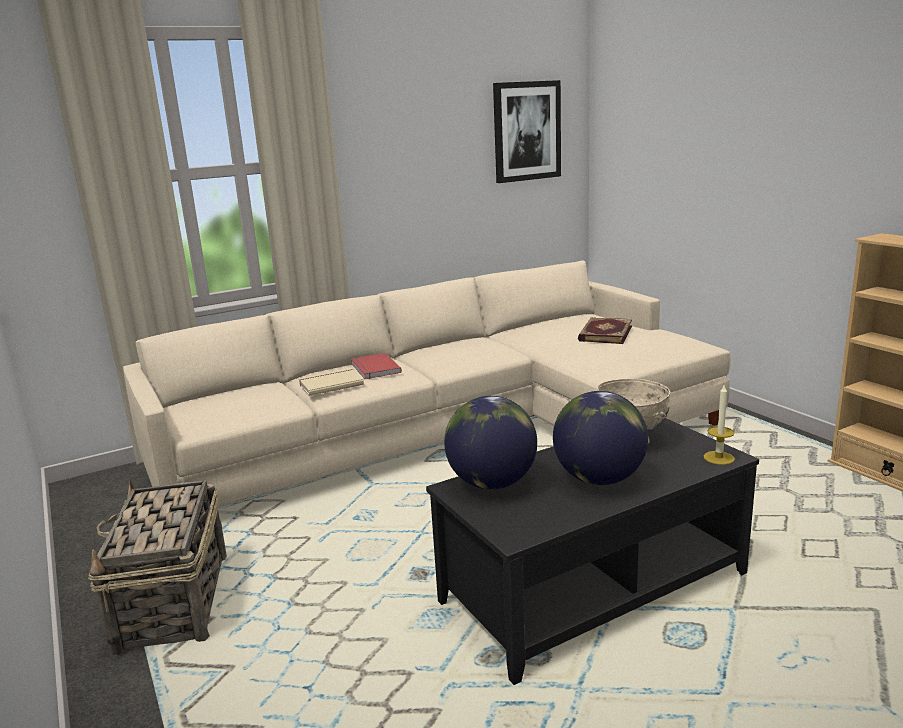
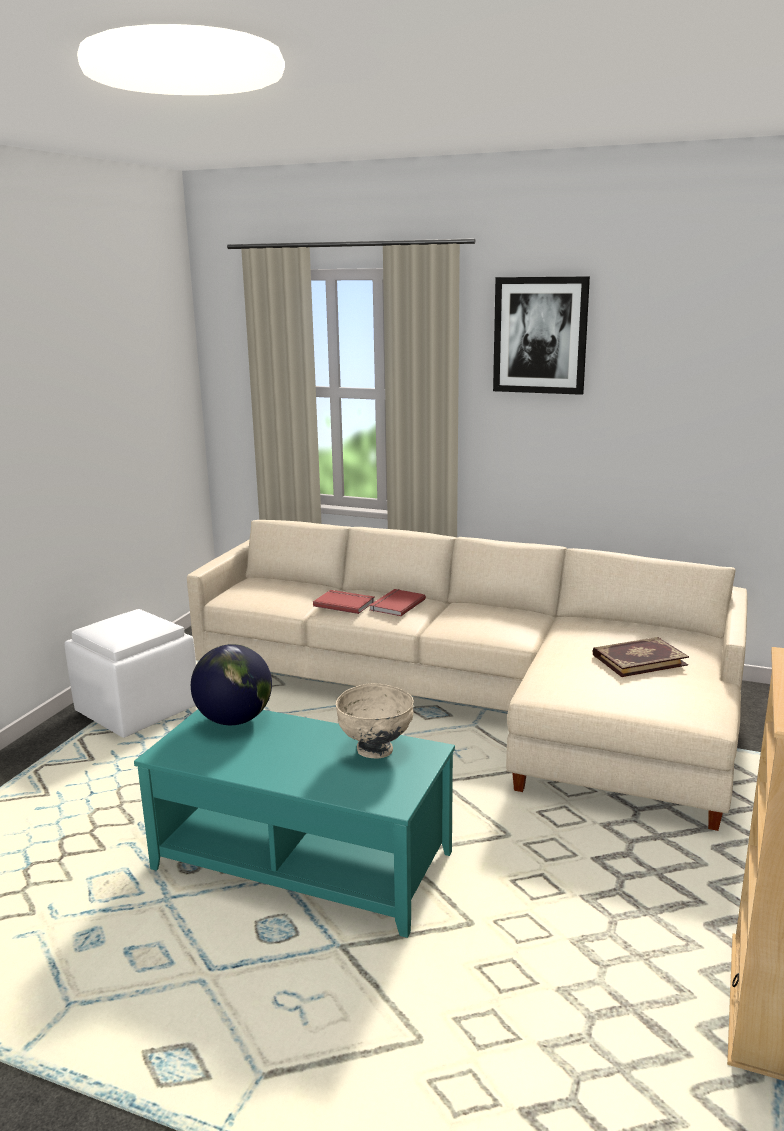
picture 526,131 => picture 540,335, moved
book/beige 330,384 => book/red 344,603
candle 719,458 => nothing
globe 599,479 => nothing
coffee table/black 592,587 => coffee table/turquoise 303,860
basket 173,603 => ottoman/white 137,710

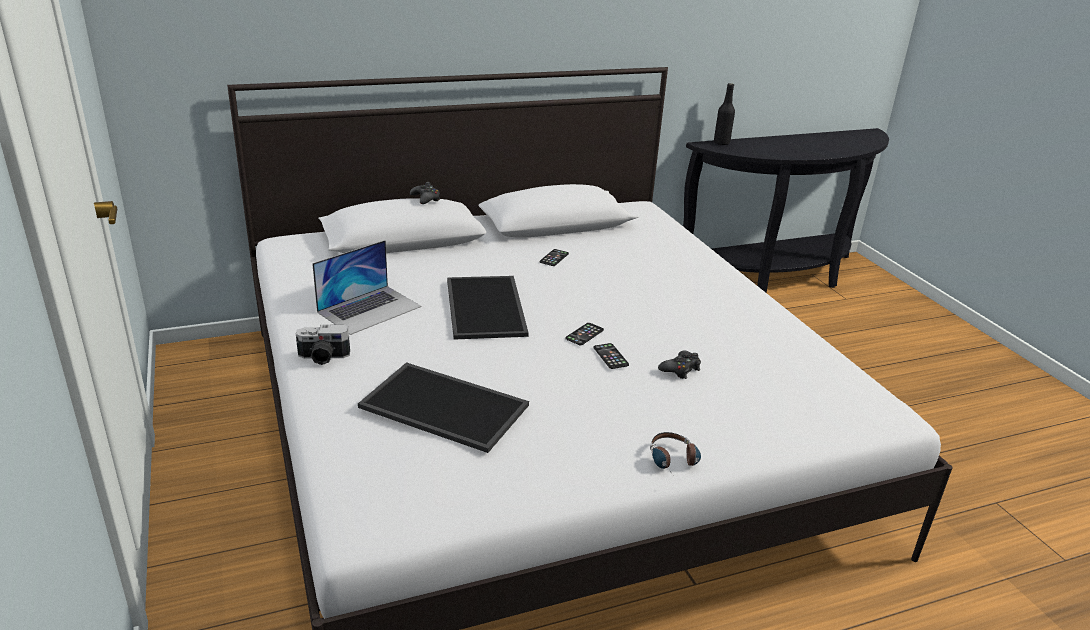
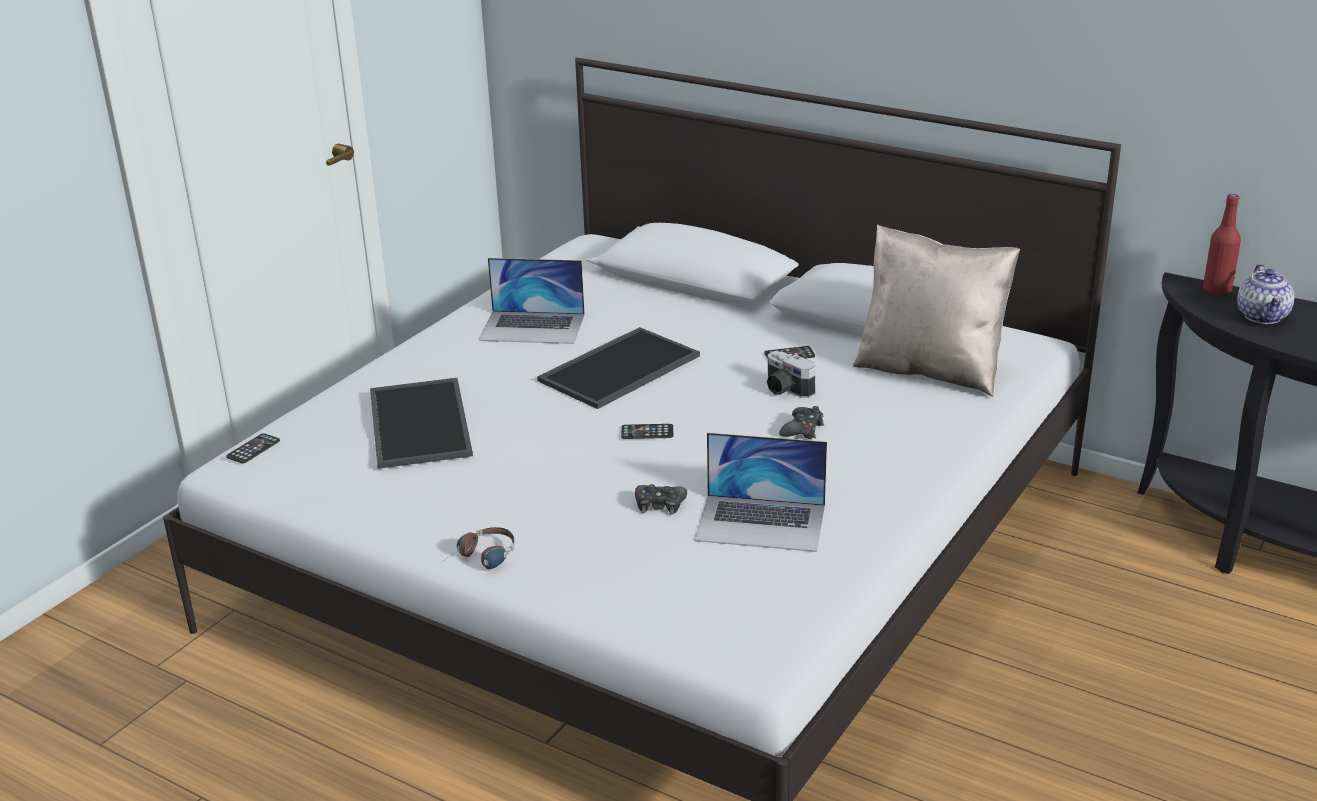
bottle/black 721,143 => bottle/red 1217,290
game controller/black 425,199 => game controller/black 802,429, moved
photo camera 323,357 => photo camera 785,390, moved
phone 610,356 => phone 253,449, moved
nothing => pillow/beige 930,370
nothing => teapot 1263,316
nothing => laptop 761,523

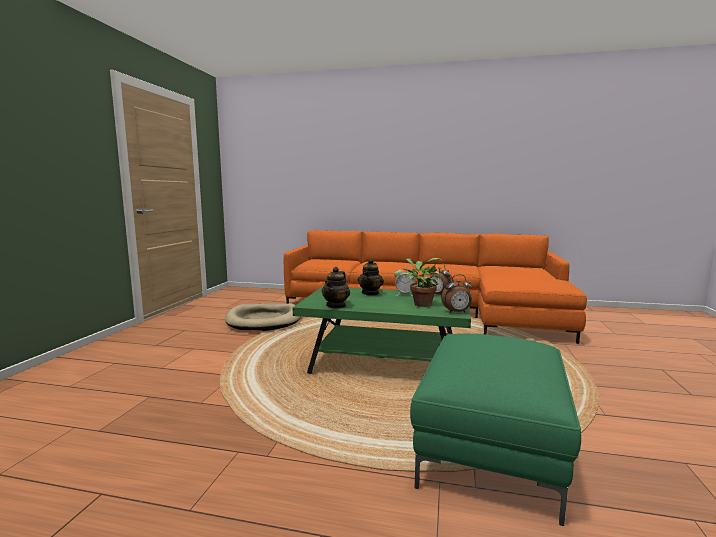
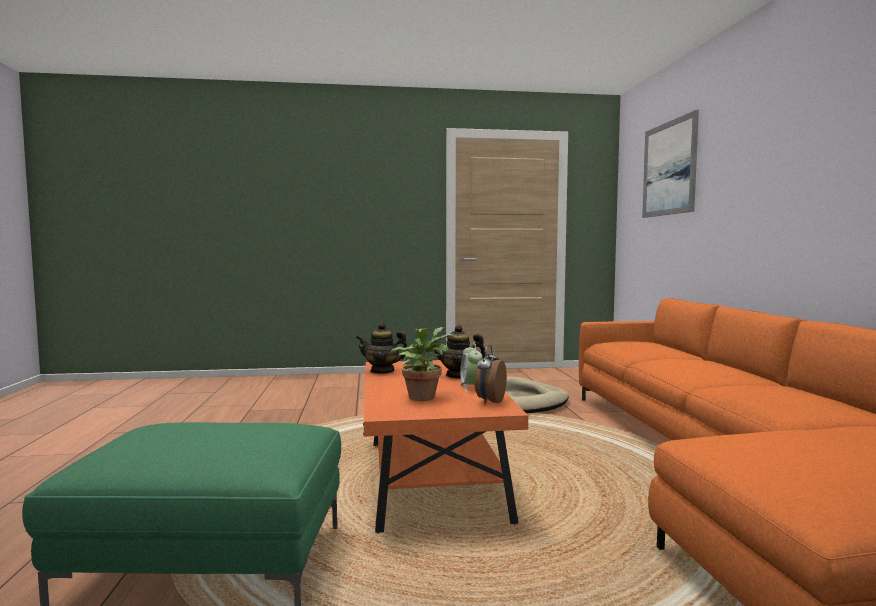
alarm clock 457,312 => nothing
coffee table/green 385,365 => coffee table/orange 432,479
nothing => picture 669,168

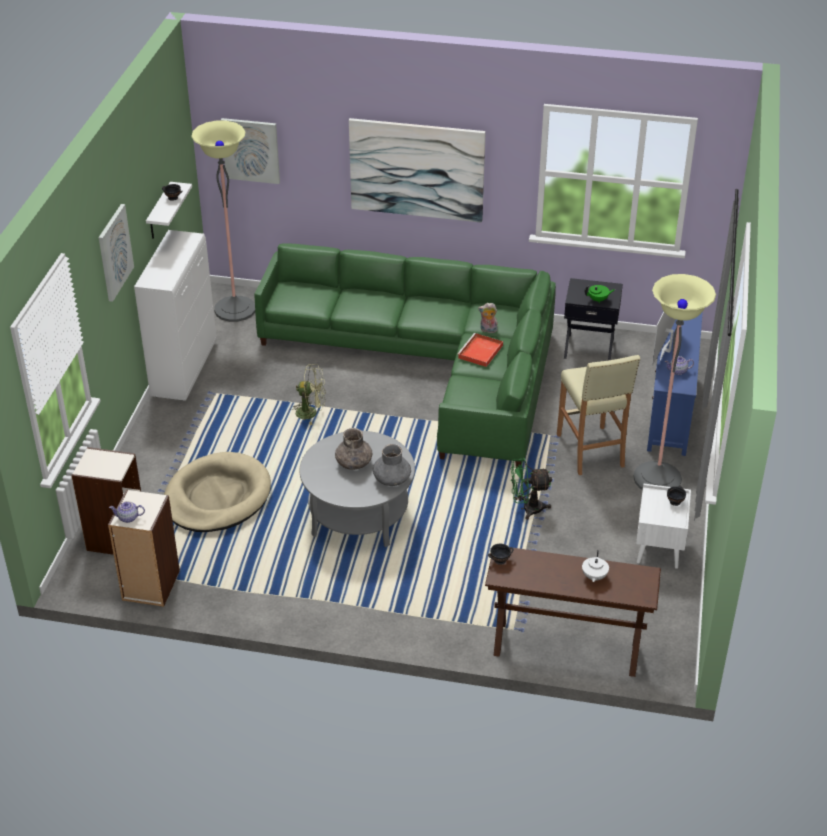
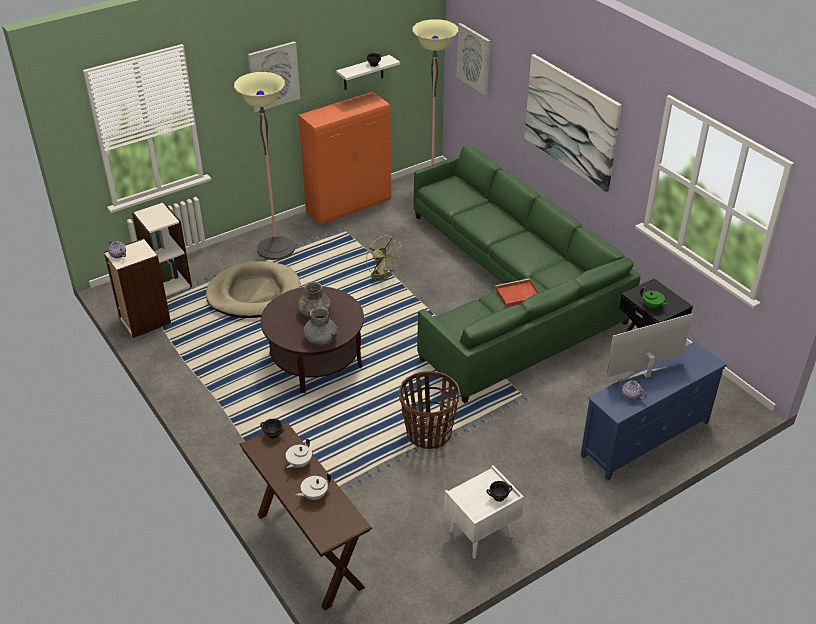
cabinet/white 184,369 => cabinet/orange 349,206
floor lamp 657,479 => floor lamp 276,249, moved
plush toy 488,330 => nothing
stool/beige 590,451 => nothing
coffee table/grey 359,514 => coffee table/brown 315,360
fan/green 527,508 => basket 428,434
nothing => teapot/white 299,463

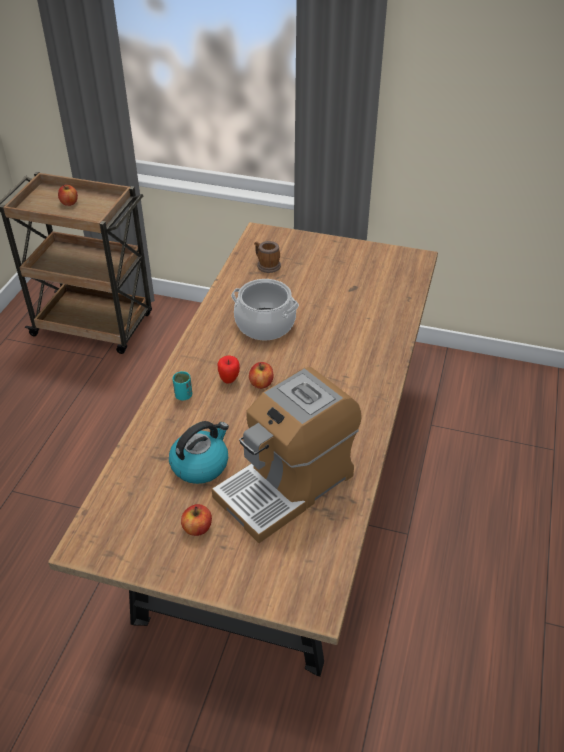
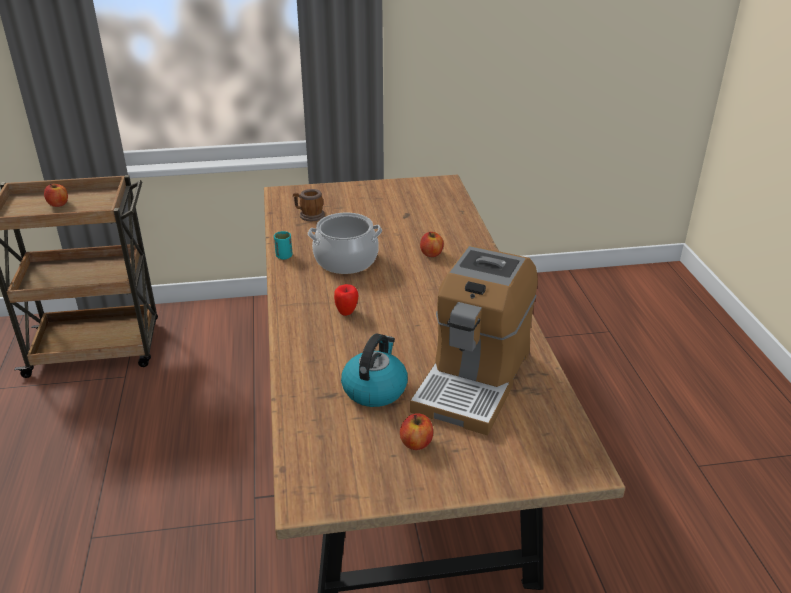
apple 261,383 => apple 431,254, moved
cup/turquoise 183,395 => cup/turquoise 284,256, moved

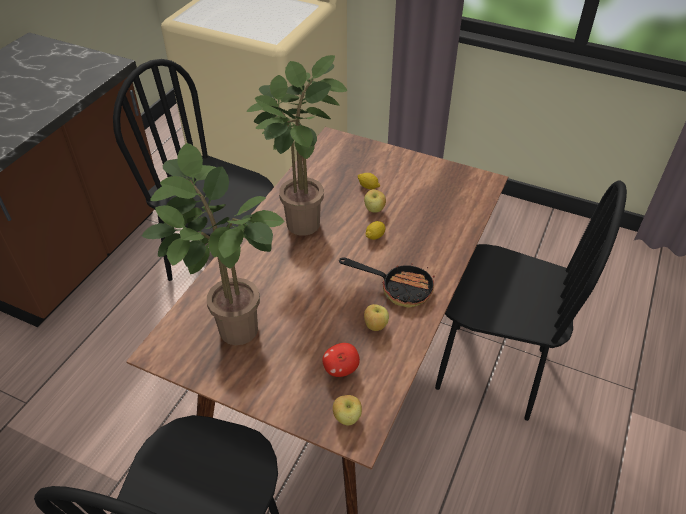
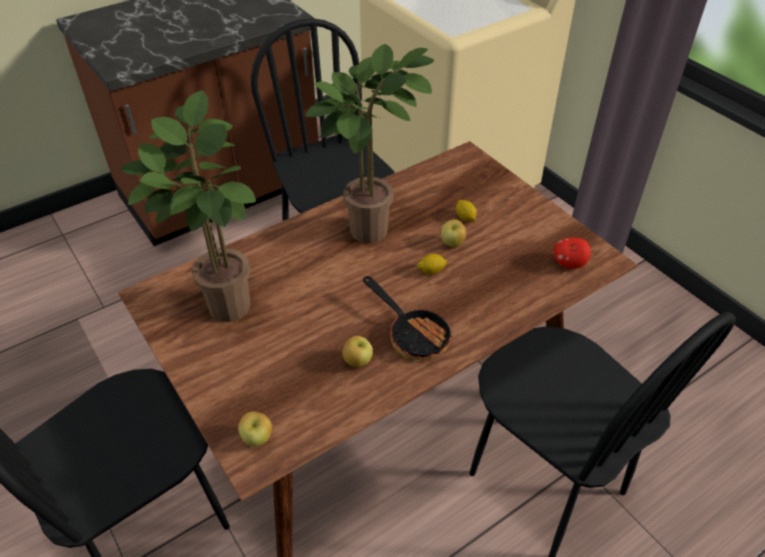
apple 341,369 => apple 569,264, moved

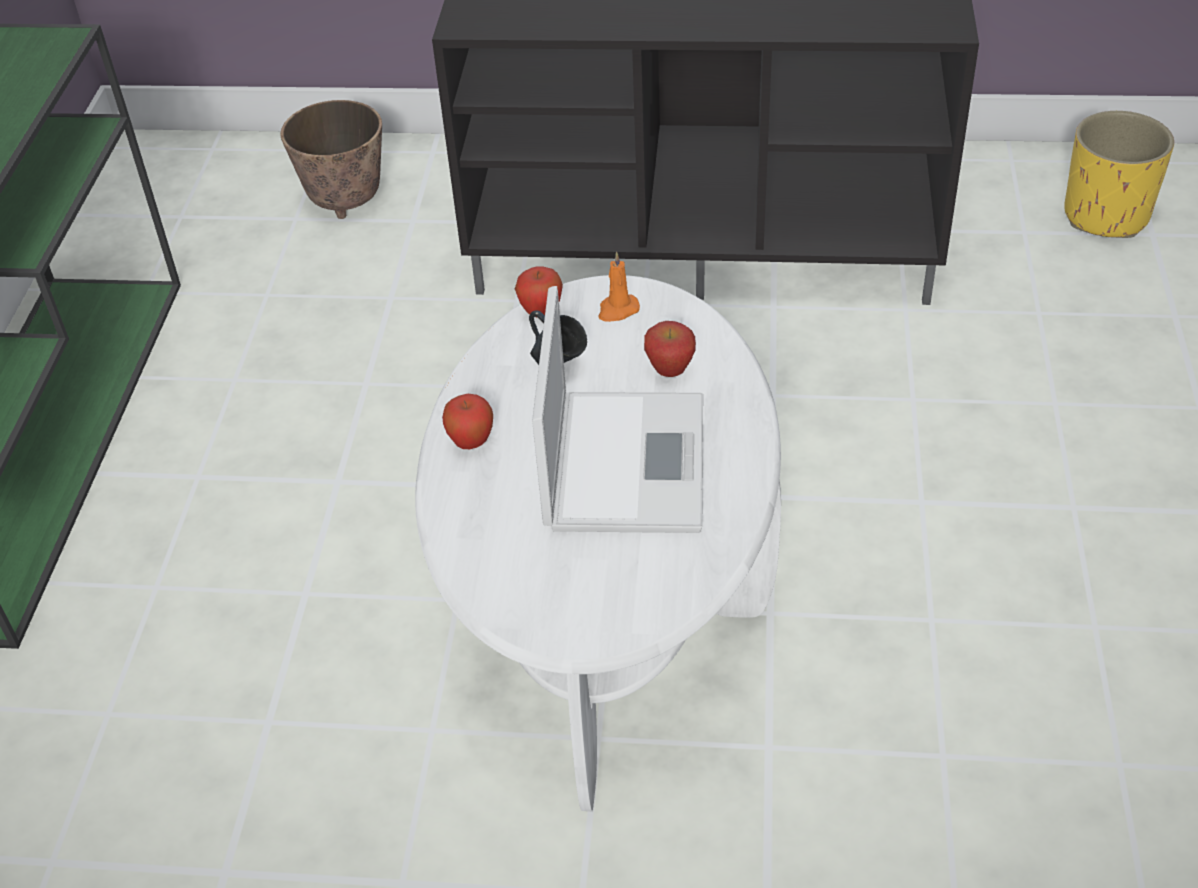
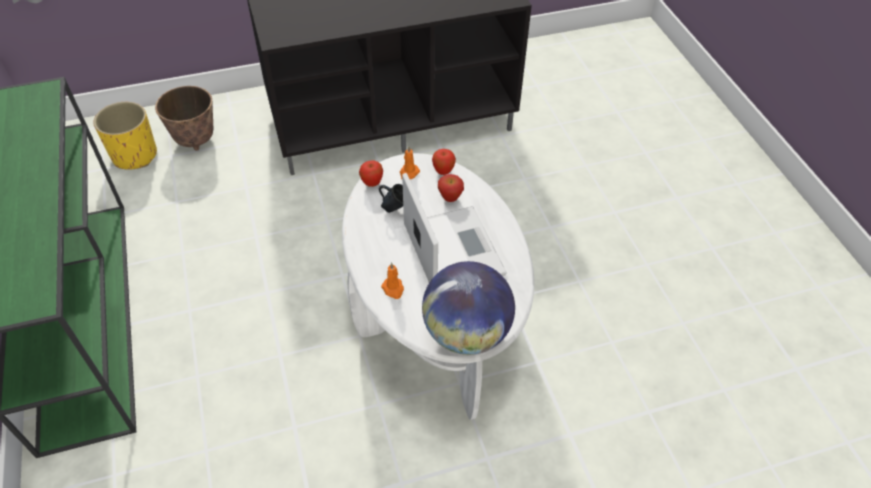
planter/yellow 1105,215 => planter/yellow 134,155, moved
apple 471,442 => apple 443,171, moved
nothing => globe 466,333
nothing => candle/orange 393,289

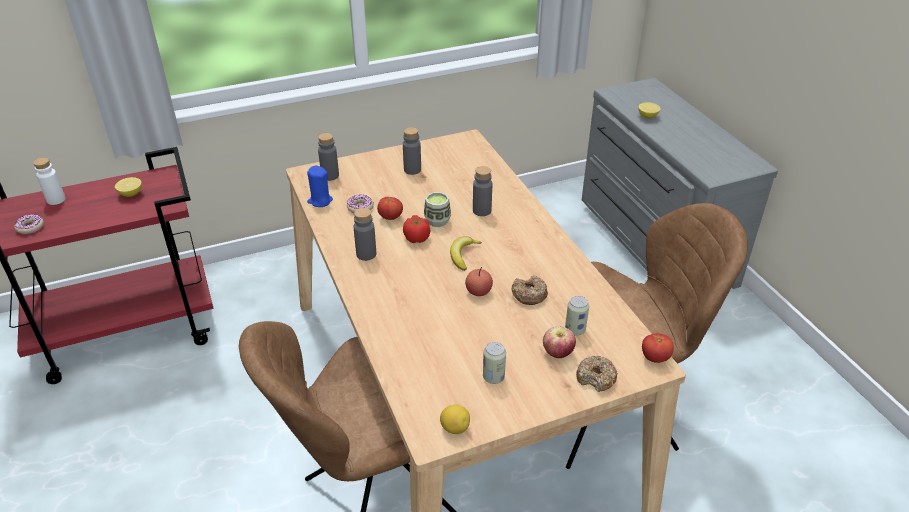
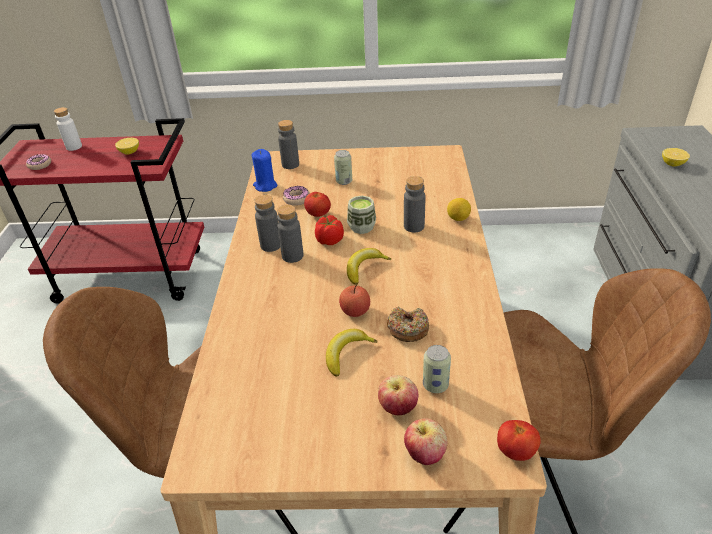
bottle/grey 412,170 => bottle/grey 292,256, moved
can 493,377 => can 344,181, moved
donut 596,378 => apple 425,454
lemon 455,428 => lemon 458,218, moved
nothing => banana 346,354

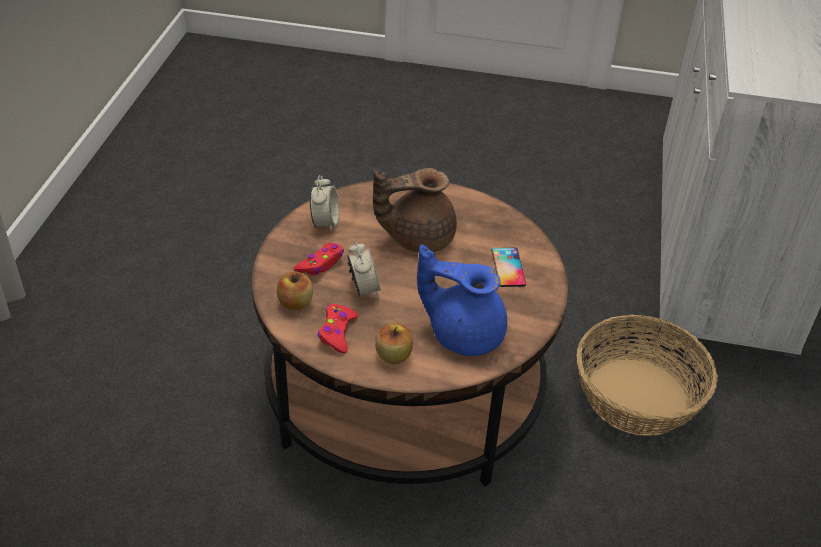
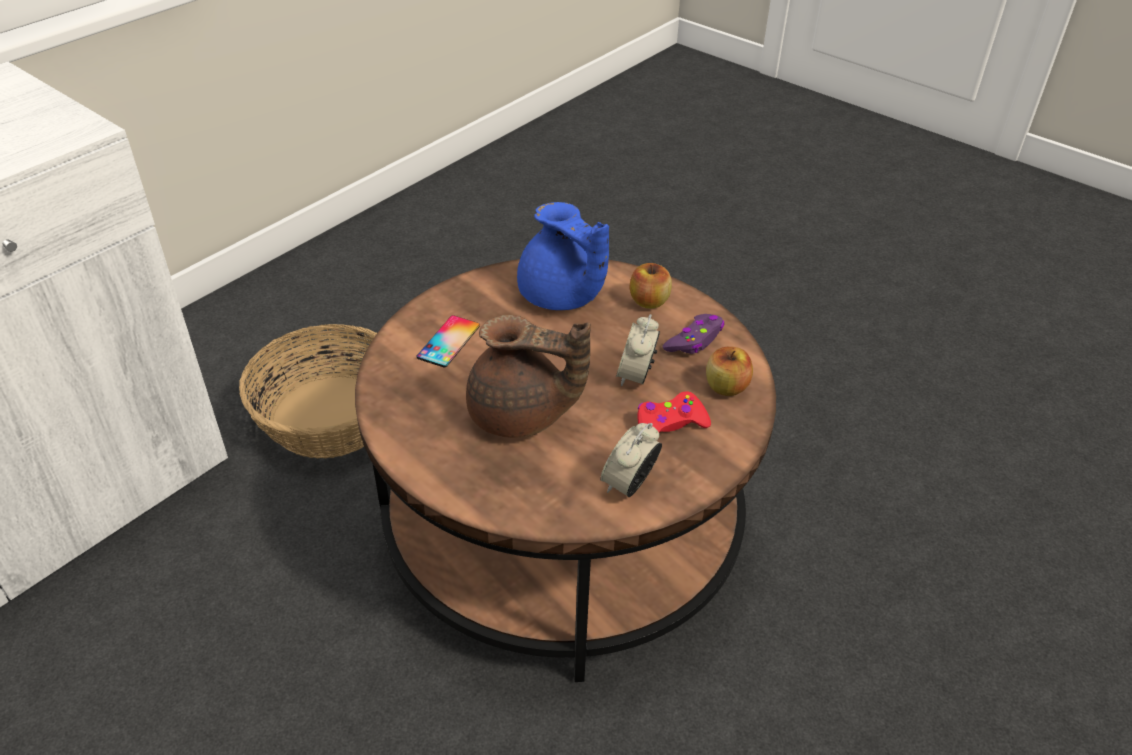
game controller/red 337,332 => game controller/purple 694,340

